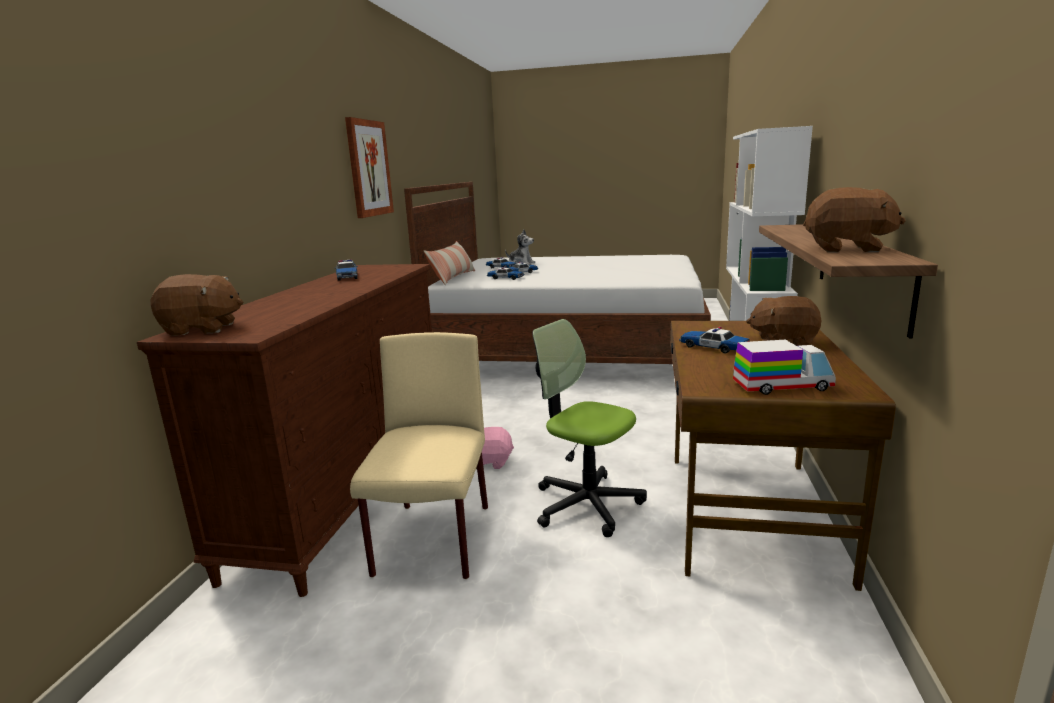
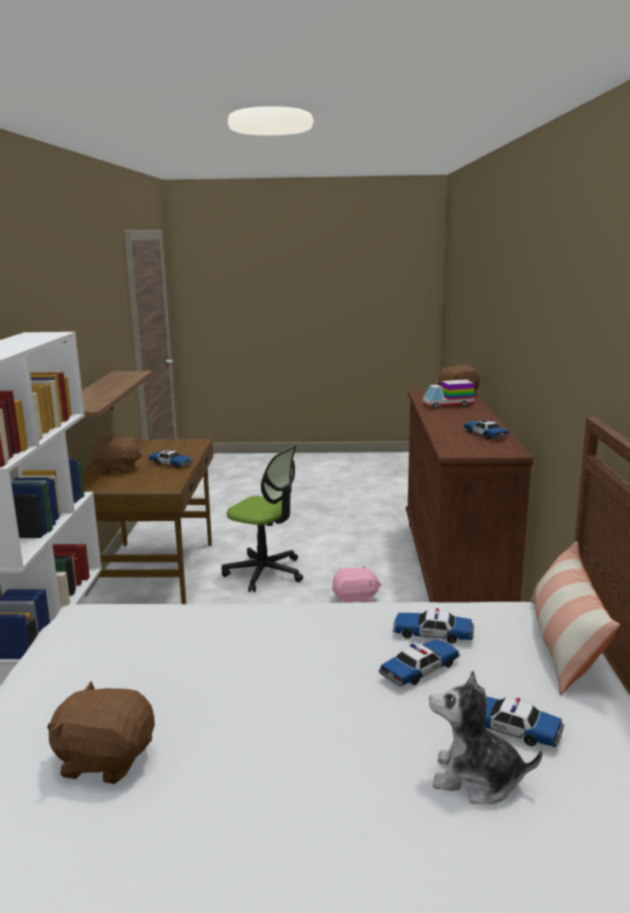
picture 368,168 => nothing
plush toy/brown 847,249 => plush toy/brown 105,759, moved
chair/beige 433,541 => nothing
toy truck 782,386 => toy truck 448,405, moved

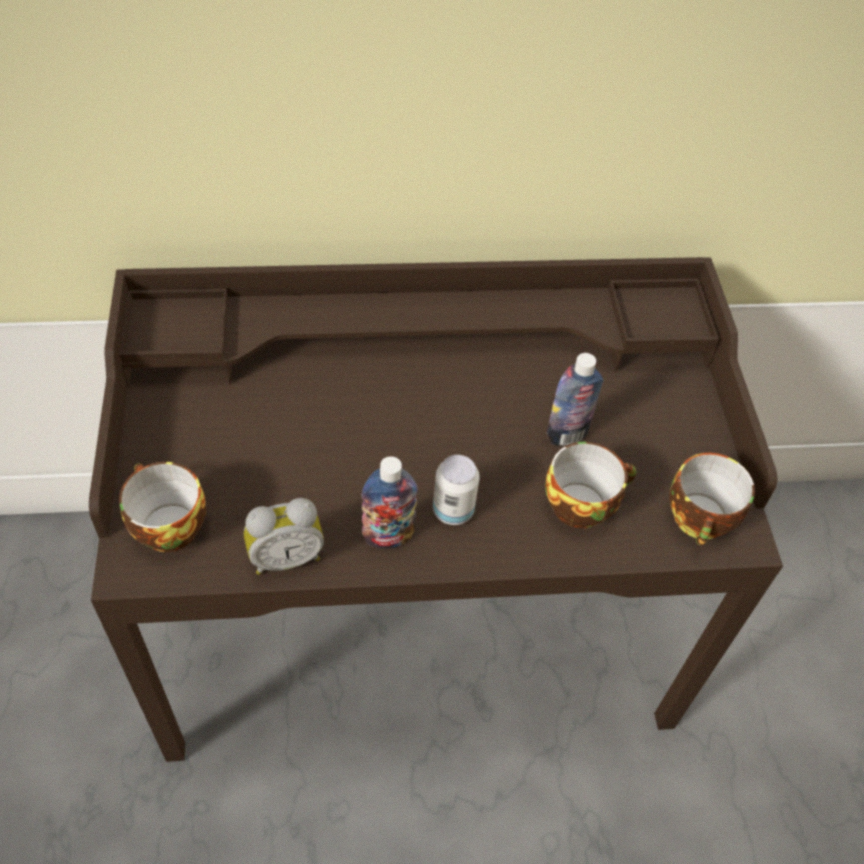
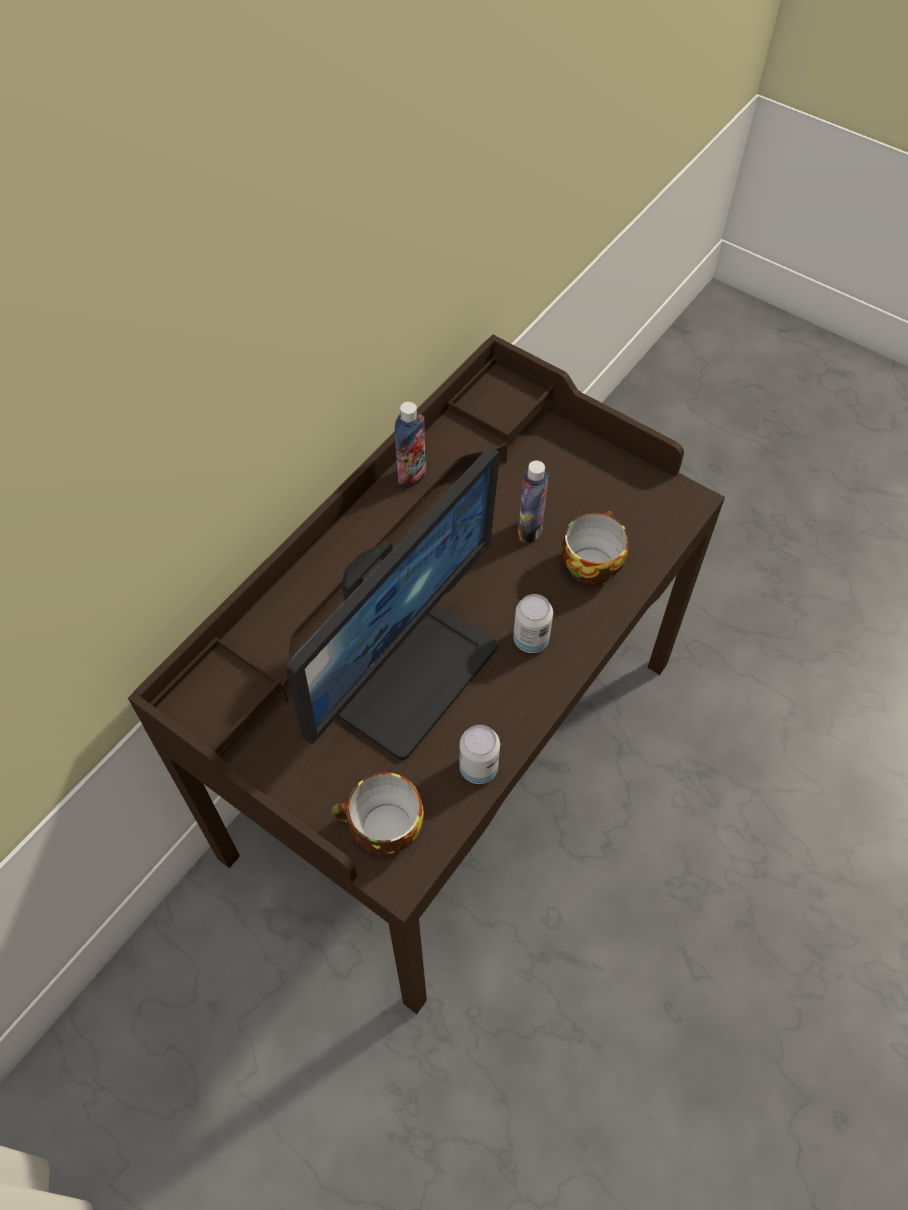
cup 701,521 => nothing
bottle 388,536 => bottle 412,475, moved
alarm clock 285,556 => can 478,768
nothing => monitor 408,671

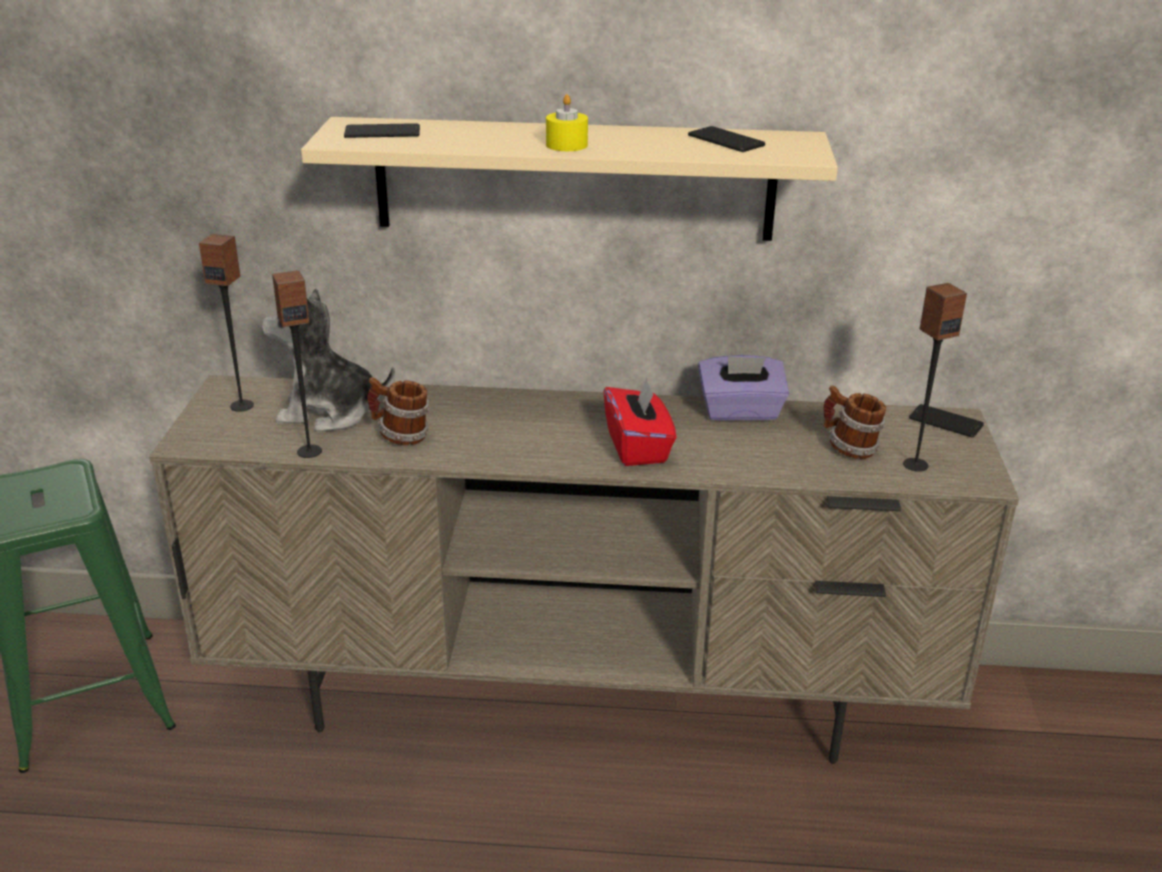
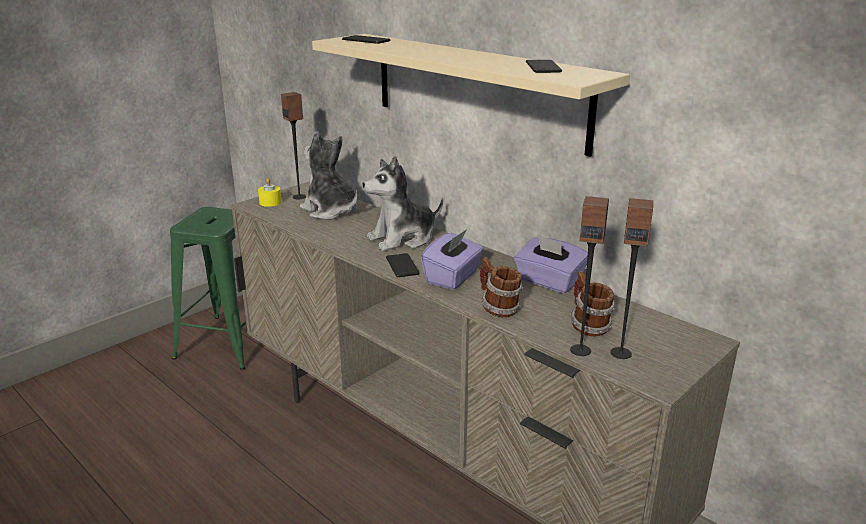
candle/yellow 566,145 => candle/yellow 270,202, moved
speaker 309,451 => speaker 580,350, moved
mug 401,436 => mug 498,309, moved
tissue box/red 638,447 => tissue box/purple 453,277
phone 945,422 => phone 402,266, moved
nothing => plush toy 403,239

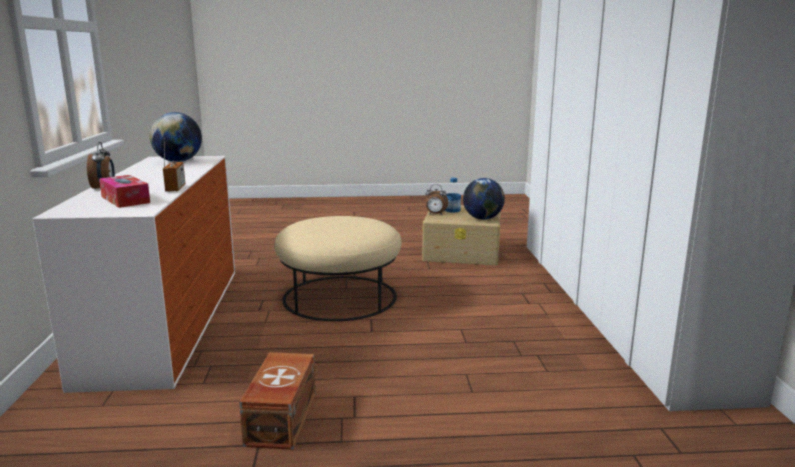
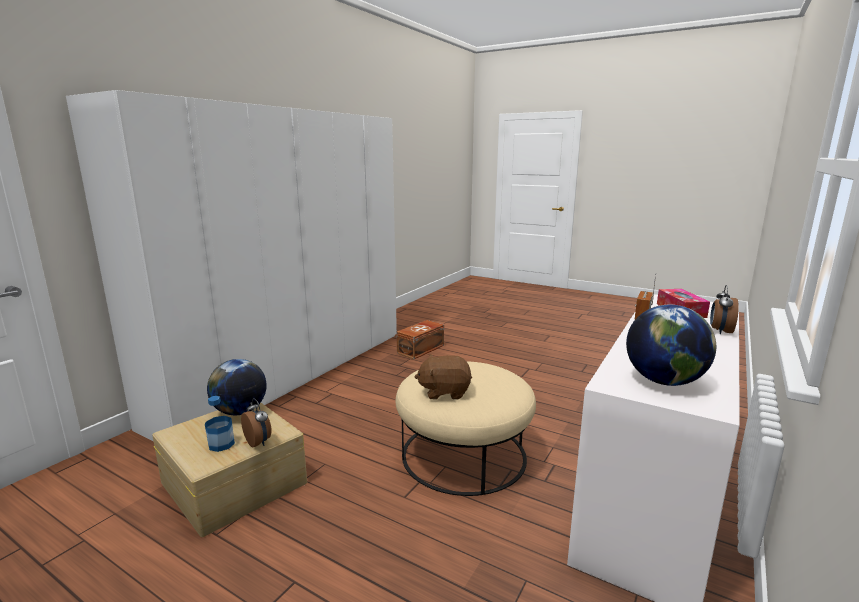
storage box/brown 280,419 => storage box/brown 421,349, moved
nothing => plush toy/brown 444,392

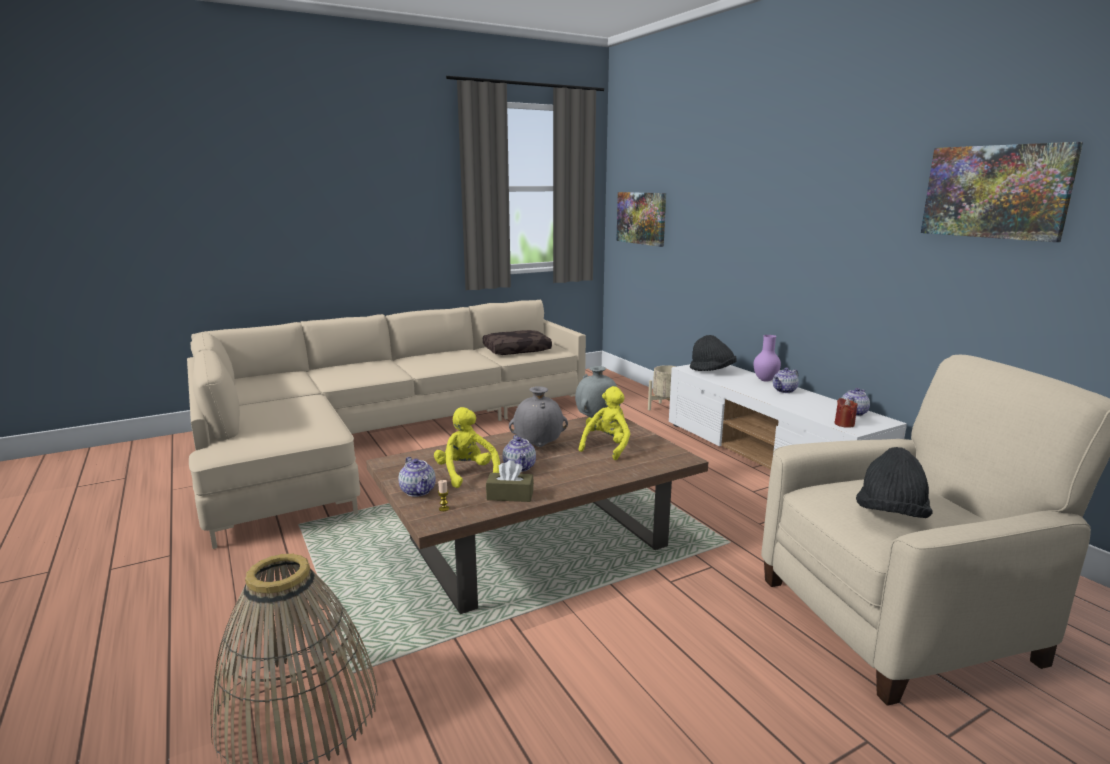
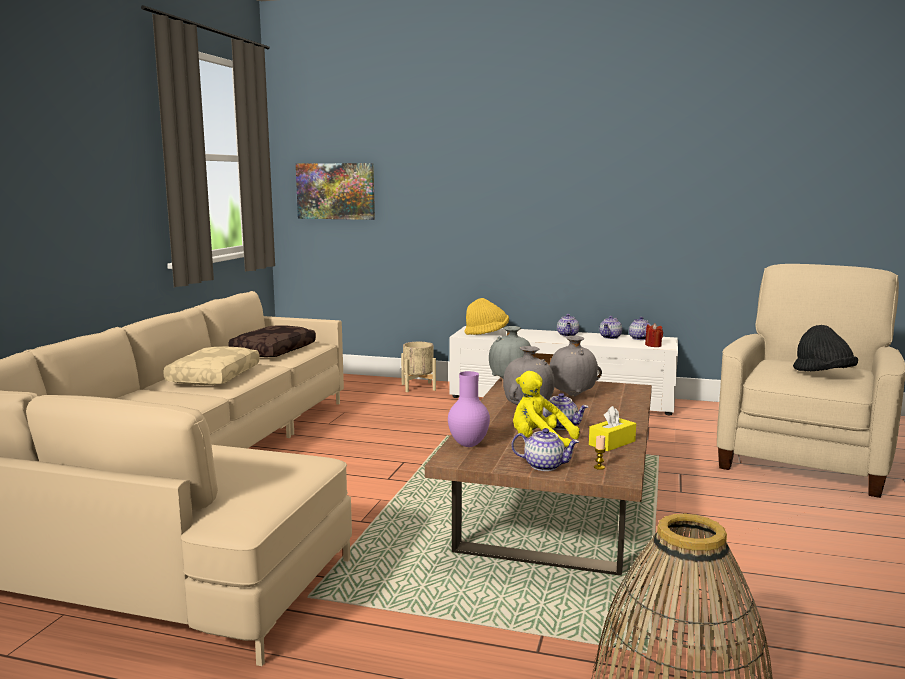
picture 995,192 => nothing
hat/black 712,371 => hat/yellow 486,333
vase/purple 765,380 => vase/purple 468,444, moved
plush toy/yellow 607,447 => vase/grey 573,395
tissue box/brown 510,495 => tissue box/yellow 612,443
nothing => teapot 610,337
nothing => pillow/beige 213,376

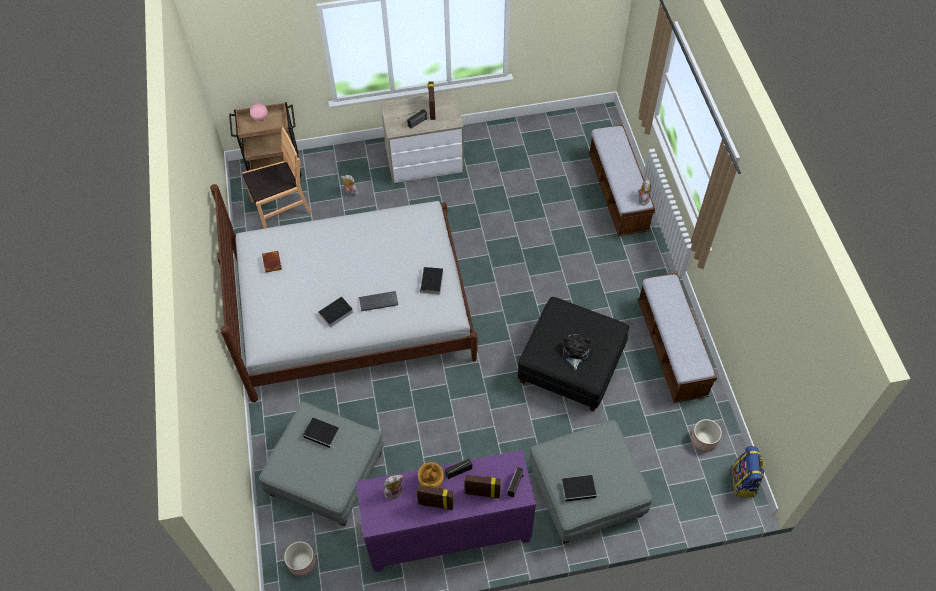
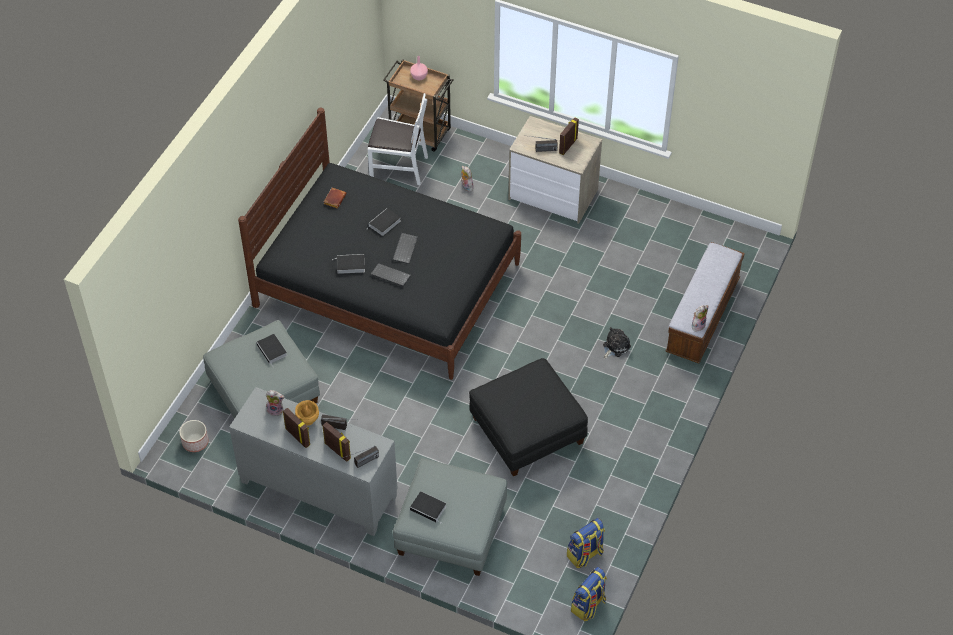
chair/brown 281,207 => chair/white 399,167
bed/white 355,311 => bed/black 388,284
book 431,283 => book 384,224, moved
bench 671,349 => nothing
plush toy 575,352 => plush toy 615,346, moved
planter 704,440 => backpack 585,555
cabinet/purple 448,532 => cabinet/grey 318,490
nothing => keyboard 404,248

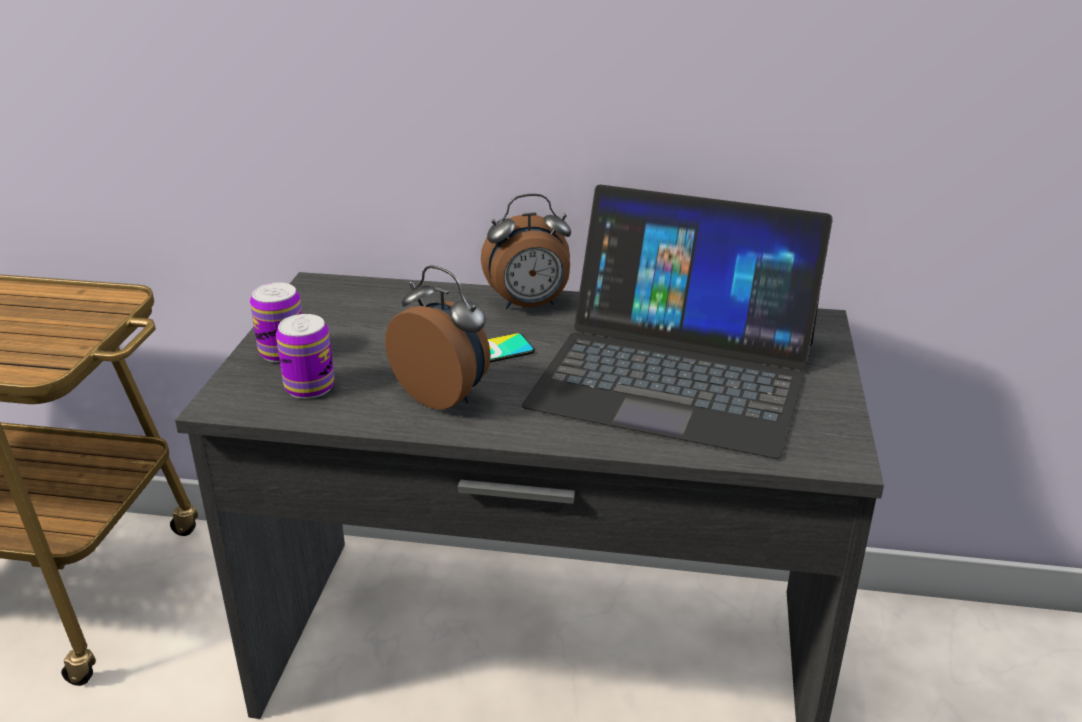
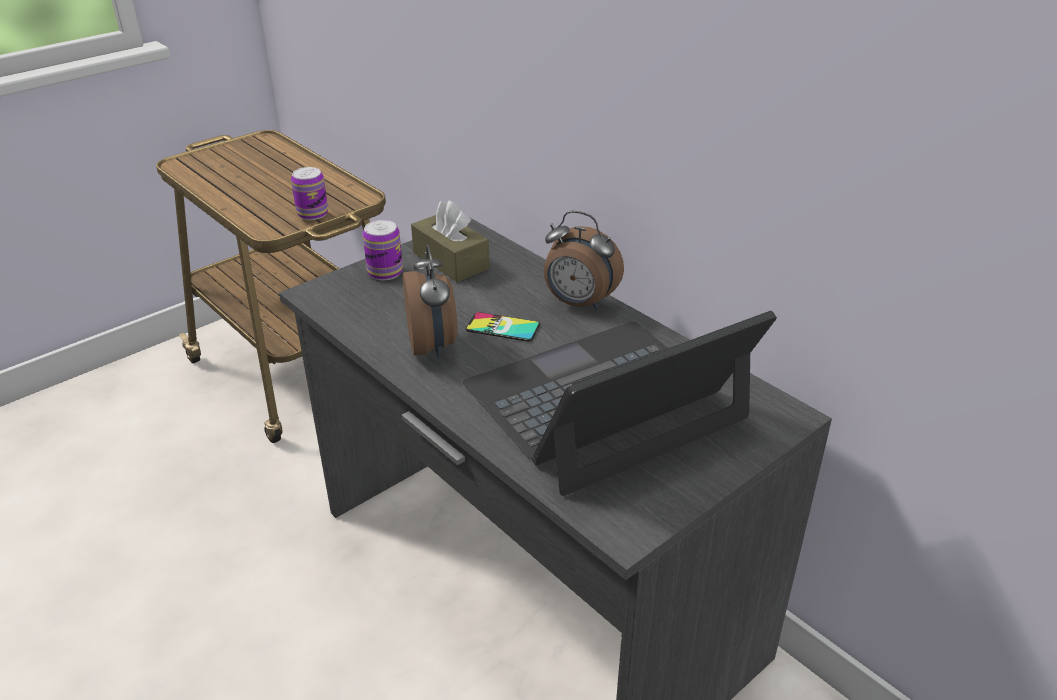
laptop 675,372 => laptop 605,403, 90 degrees clockwise
can 309,387 => can 312,214, moved
nothing => tissue box/brown 451,261

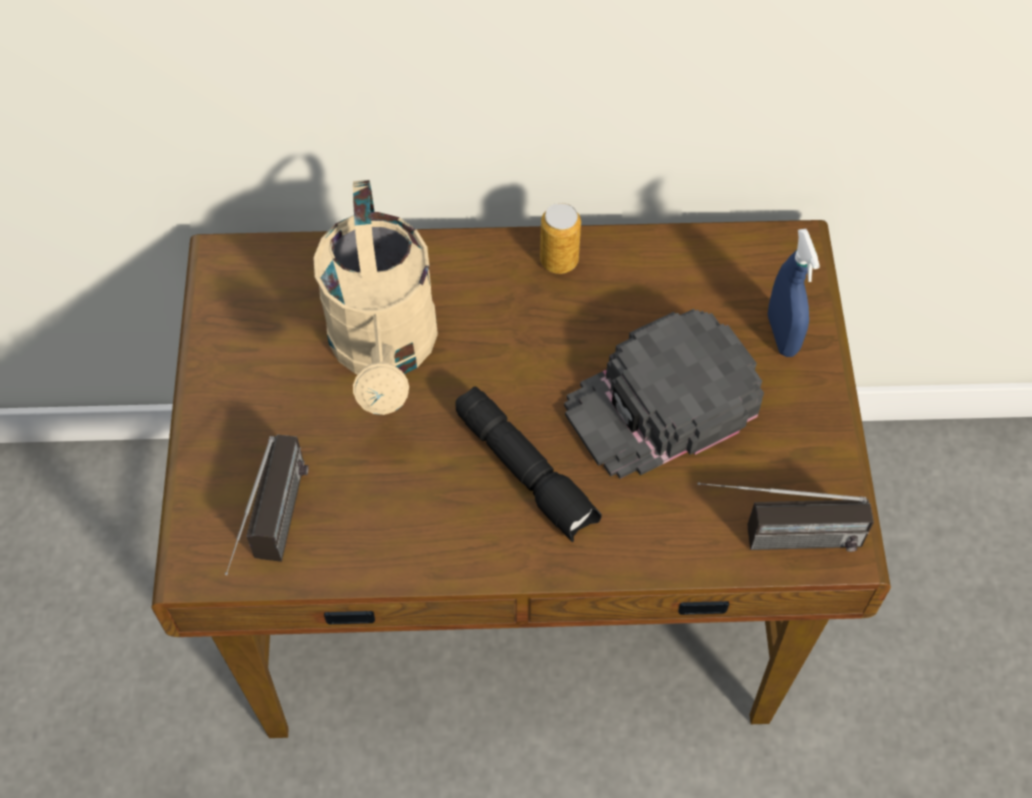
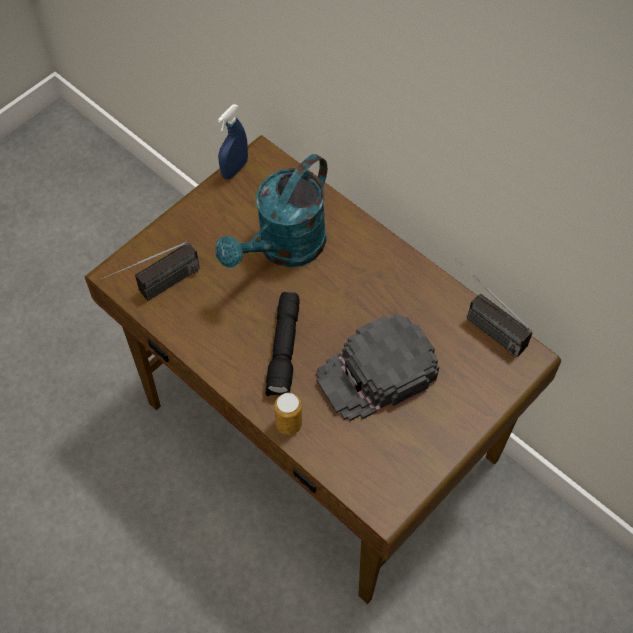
watering can/beige 385,351 => watering can/turquoise 284,249
can 559,260 => can 289,424, moved
spray bottle/blue 782,335 => spray bottle/blue 234,169, moved
cap/black 662,405 => cap/black 377,374, 45 degrees counterclockwise
radio 774,540 => radio 481,323, moved

